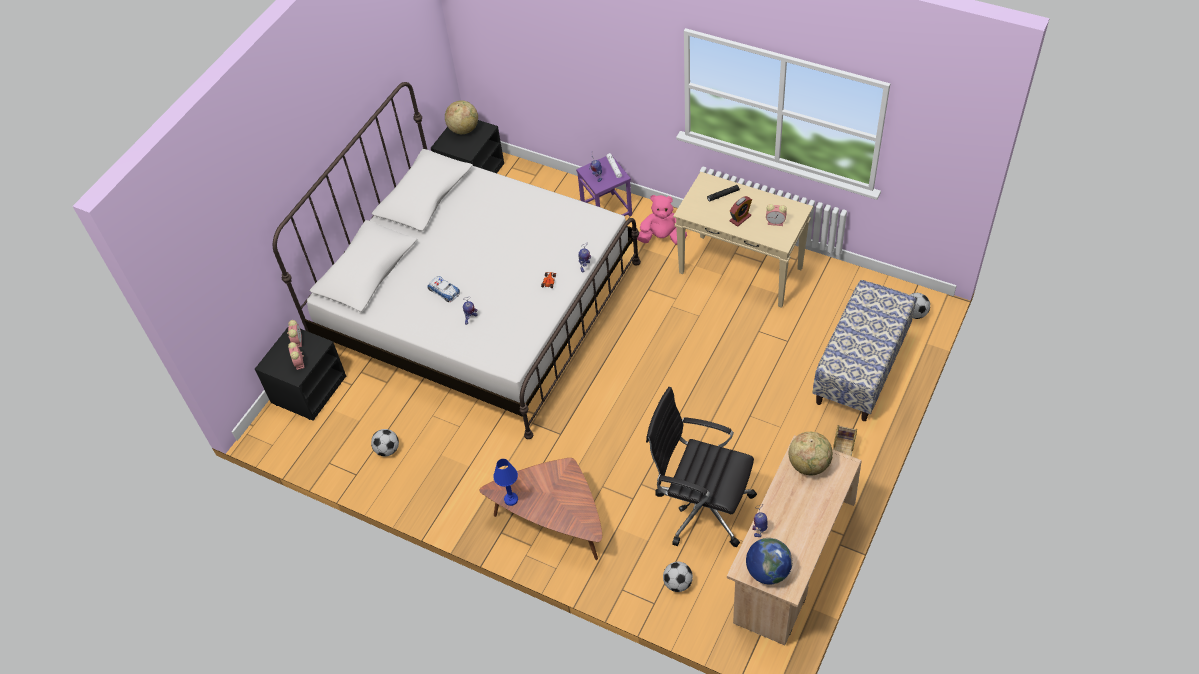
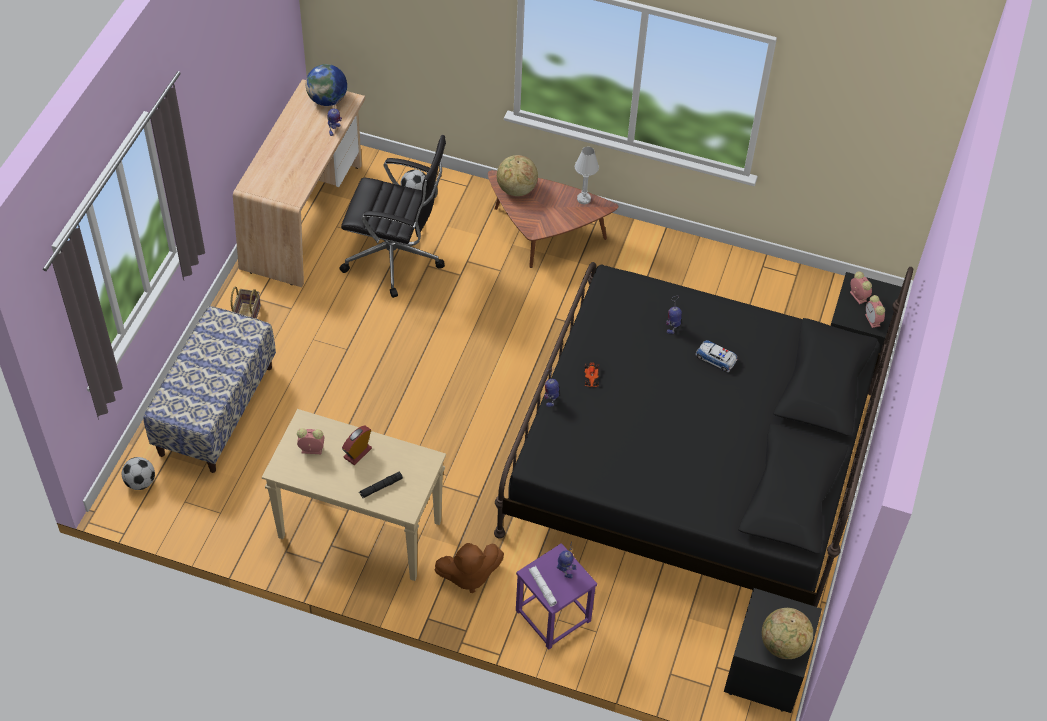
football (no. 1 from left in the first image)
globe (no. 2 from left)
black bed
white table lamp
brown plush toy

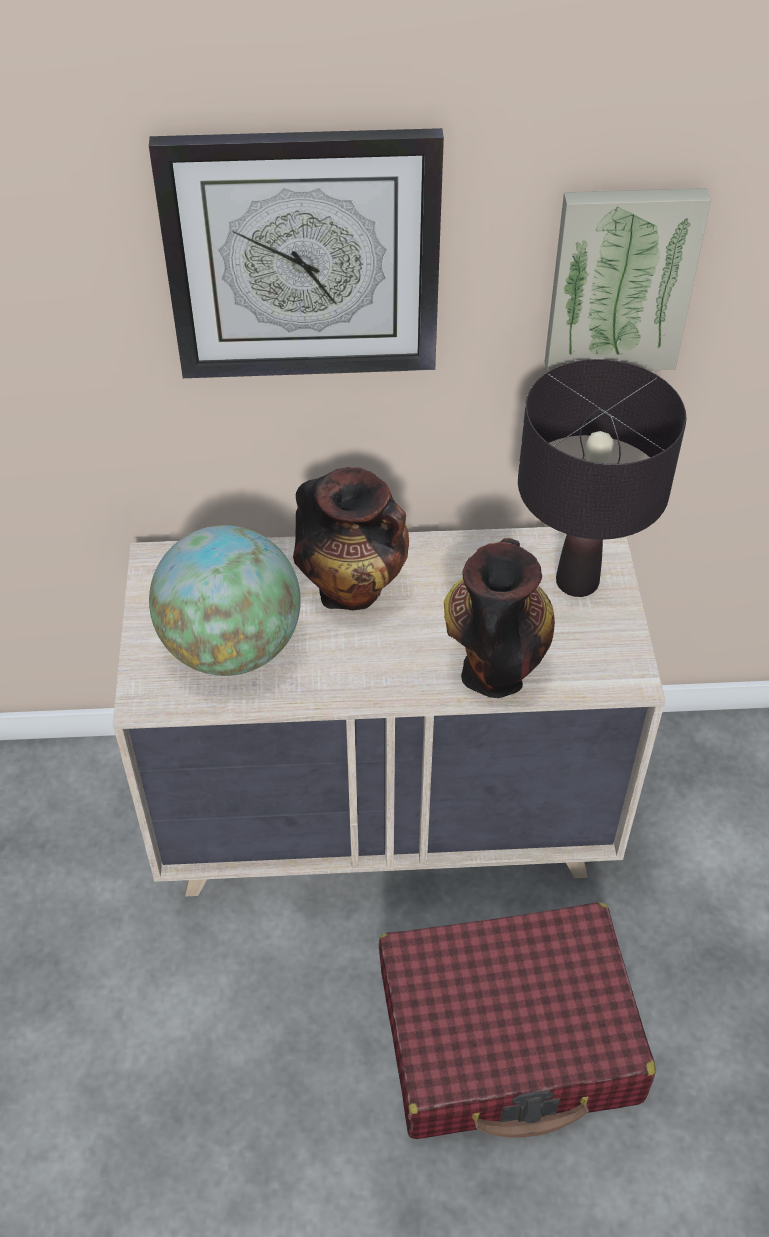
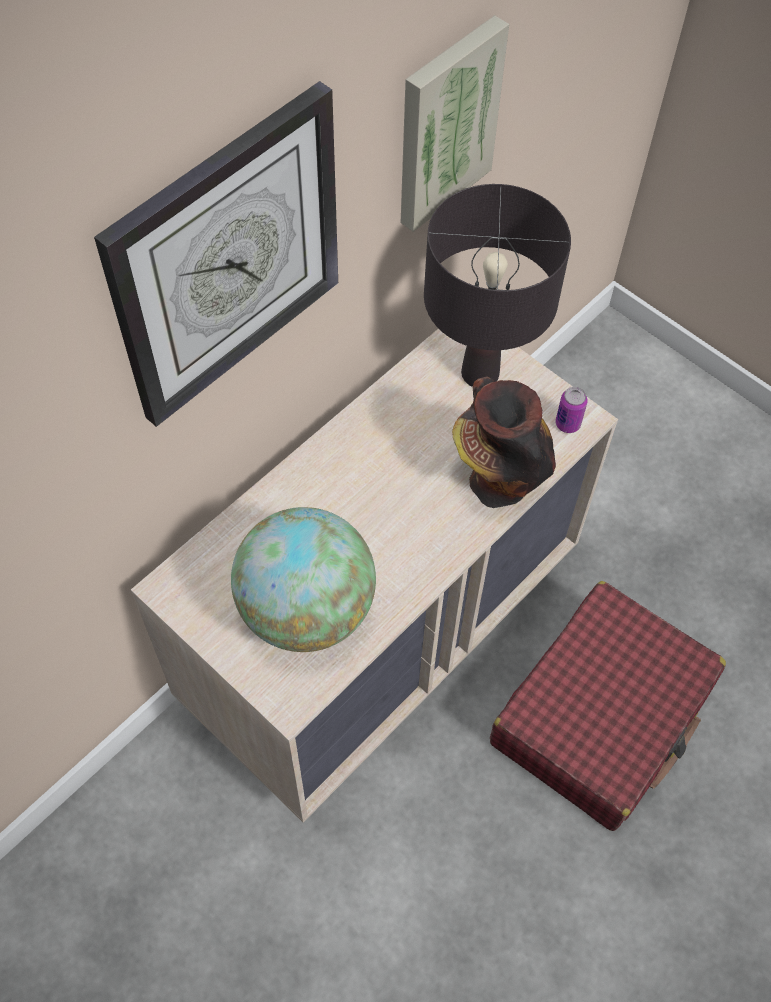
vase (no. 1 from left in the first image)
can

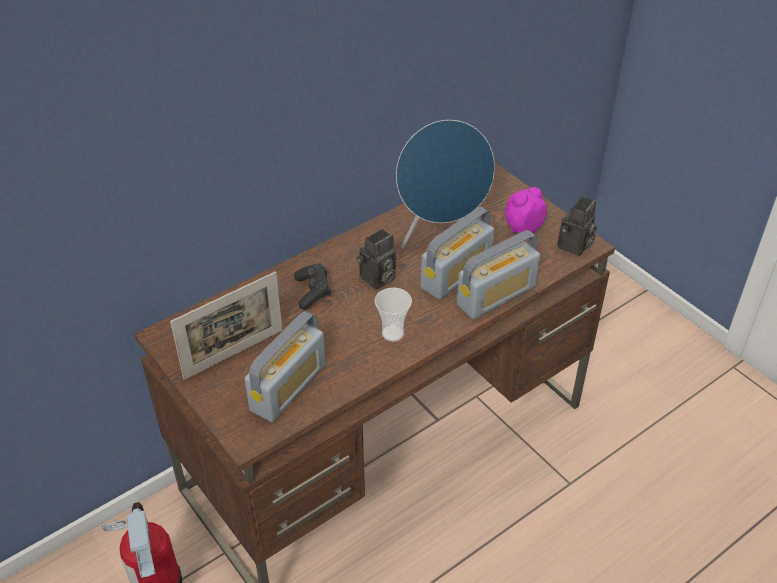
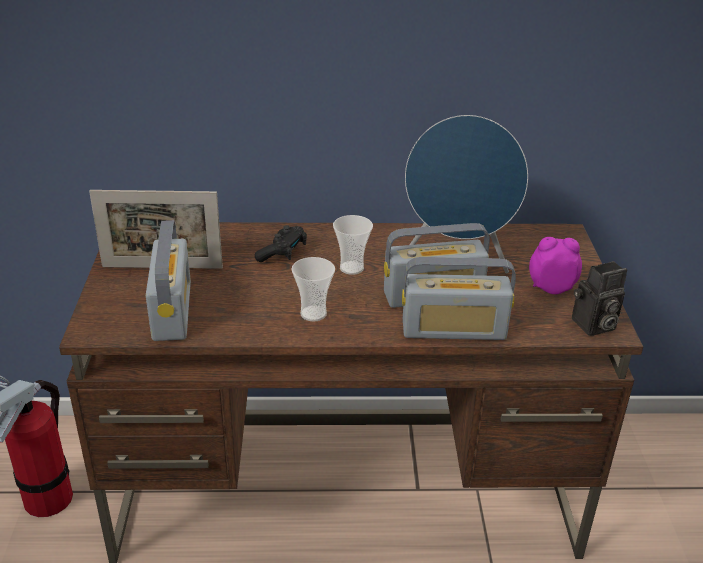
cup (no. 2 from left)
radio (no. 1 from left)

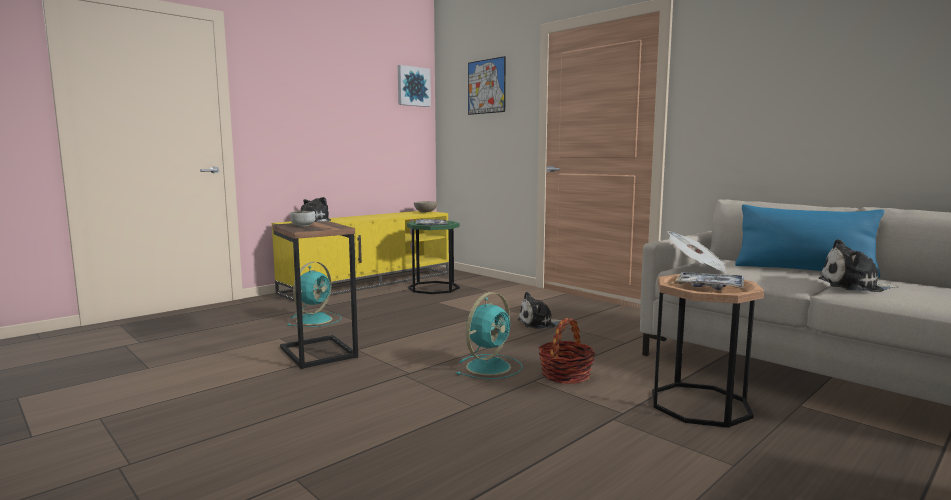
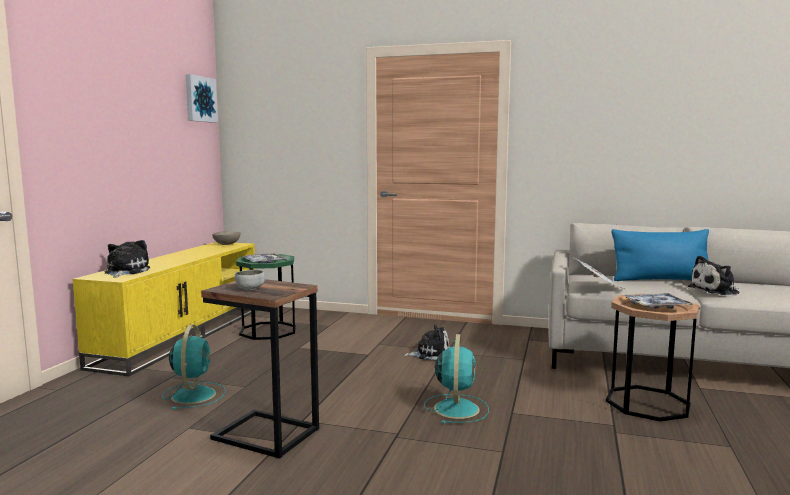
picture (no. 2 from left in the first image)
basket
plush toy (no. 2 from left)

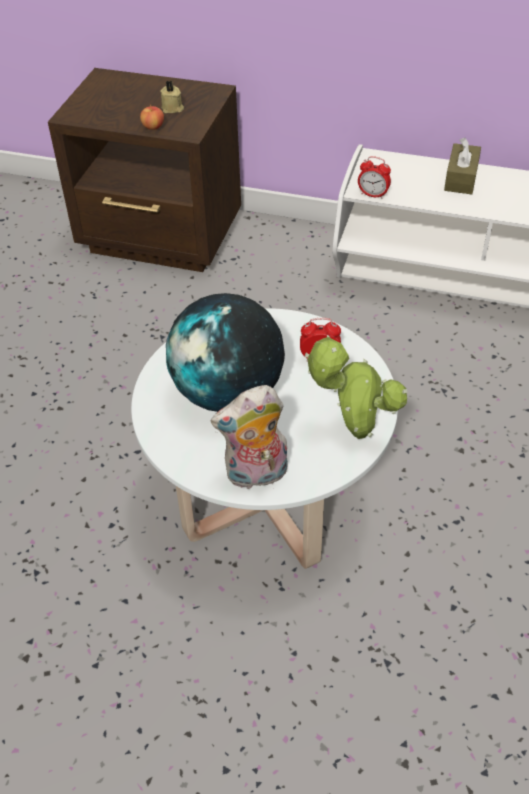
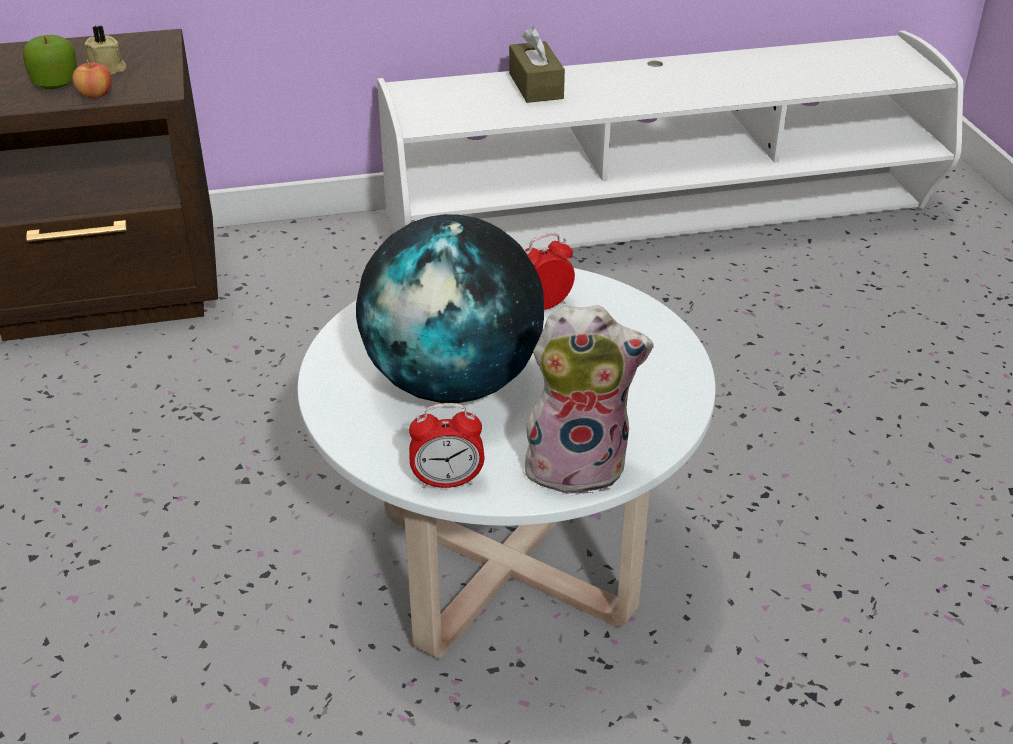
potted plant
apple (no. 1 from left)
alarm clock (no. 1 from left)
plush toy

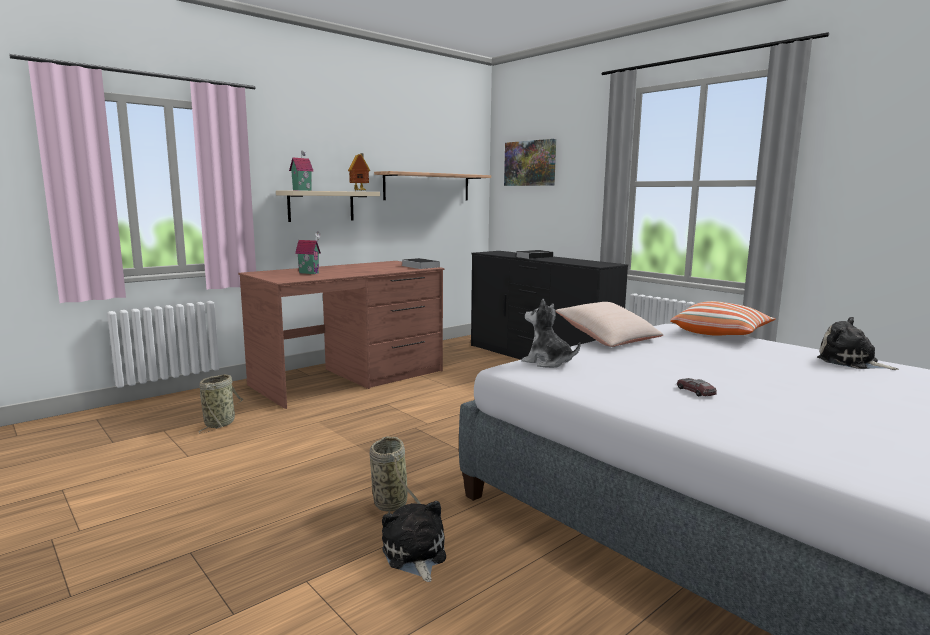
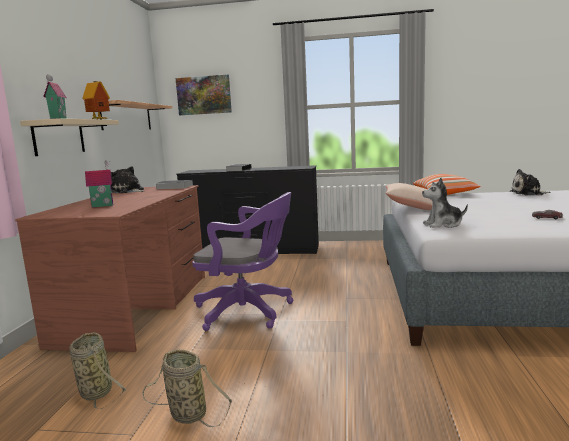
purple office chair
basket (no. 2 from left)
plush toy (no. 1 from left)

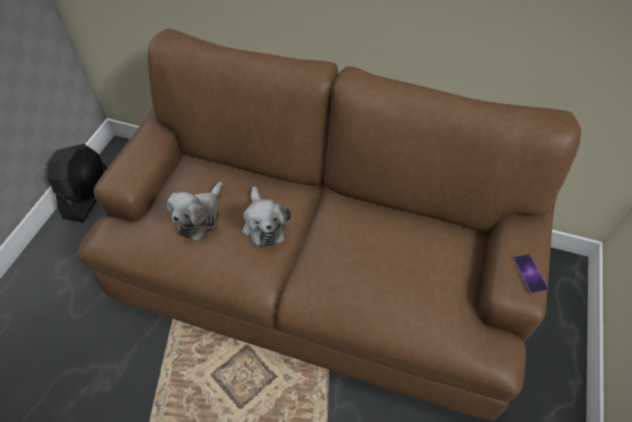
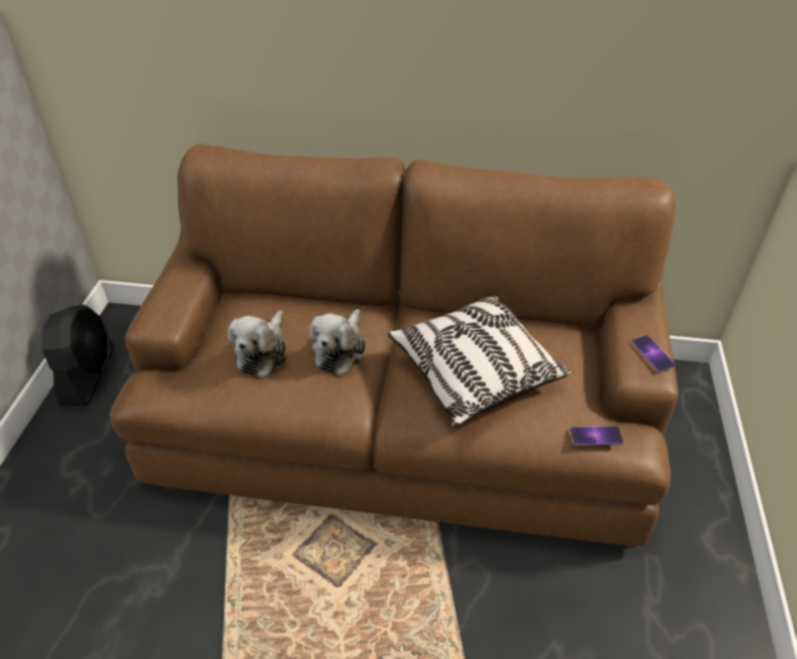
pillow
phone (no. 1 from left)
plush toy (no. 2 from left)

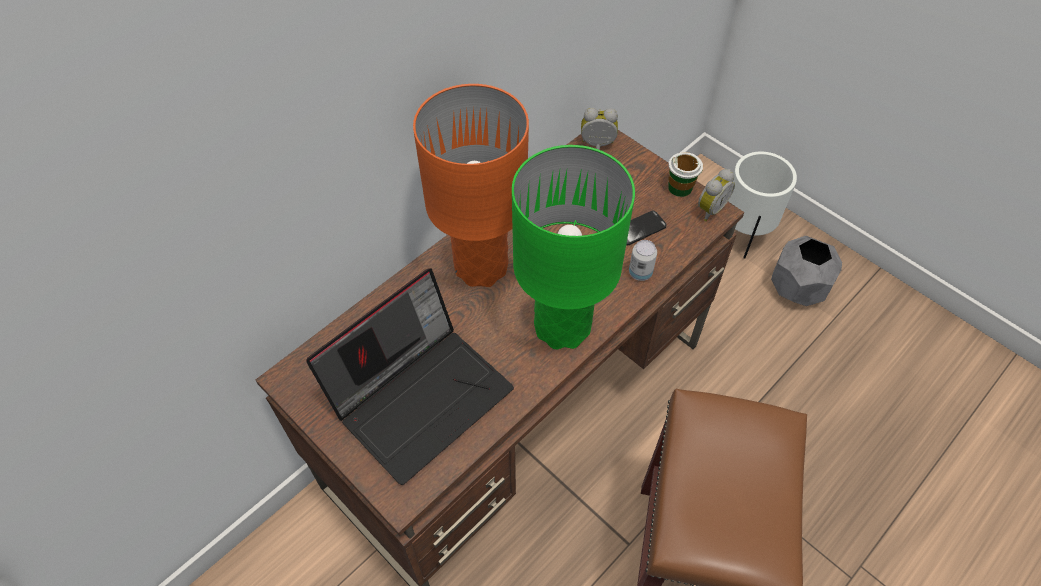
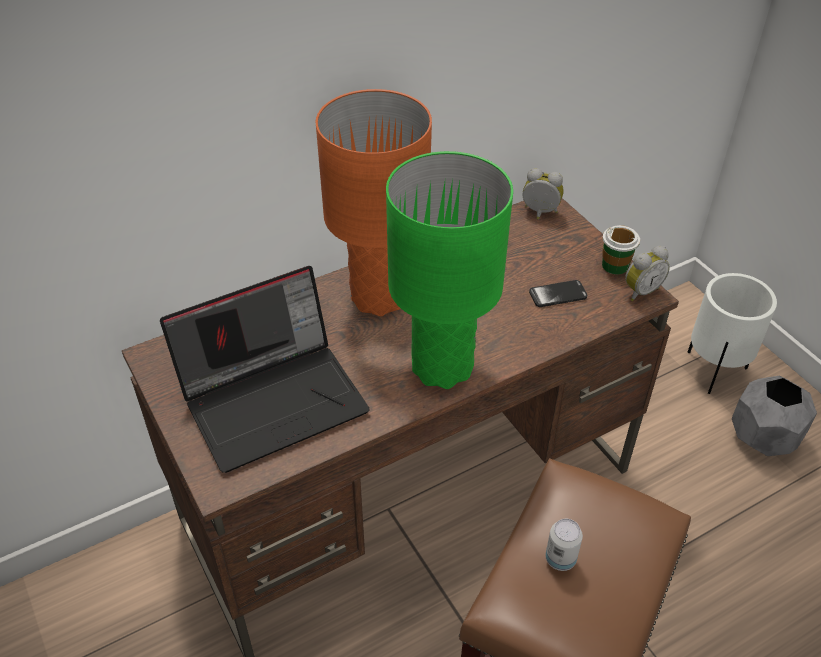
can

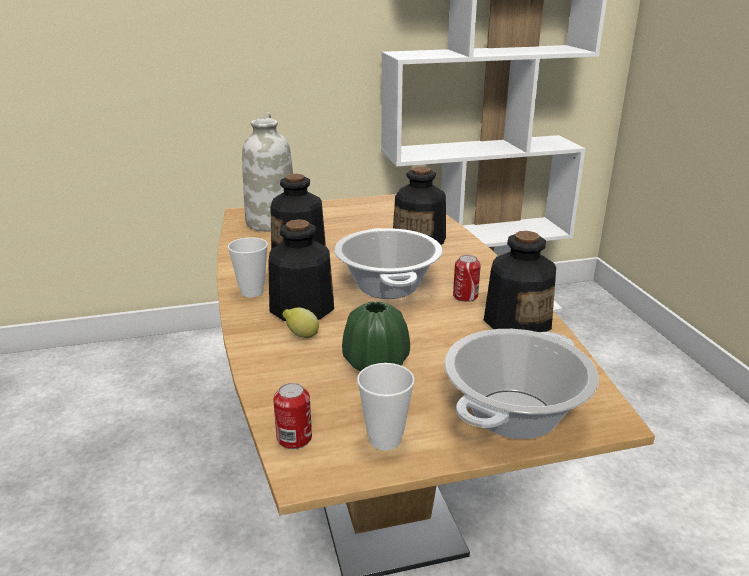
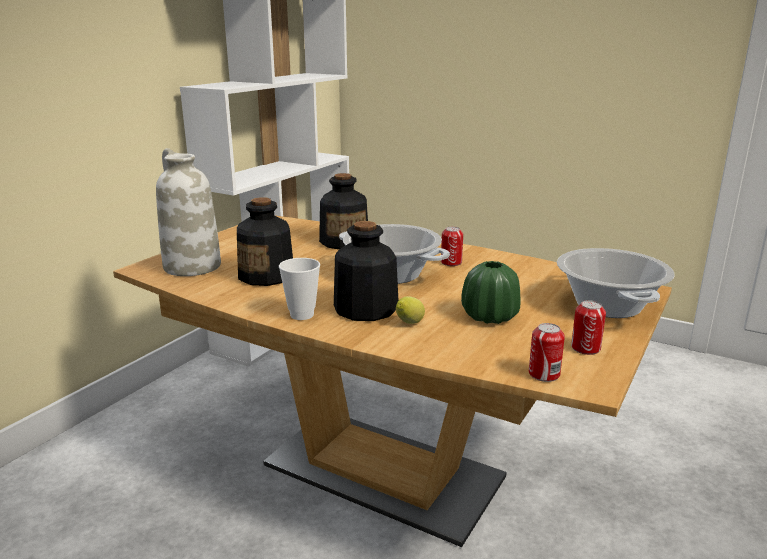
bottle (no. 4 from left in the first image)
can (no. 3 from left)

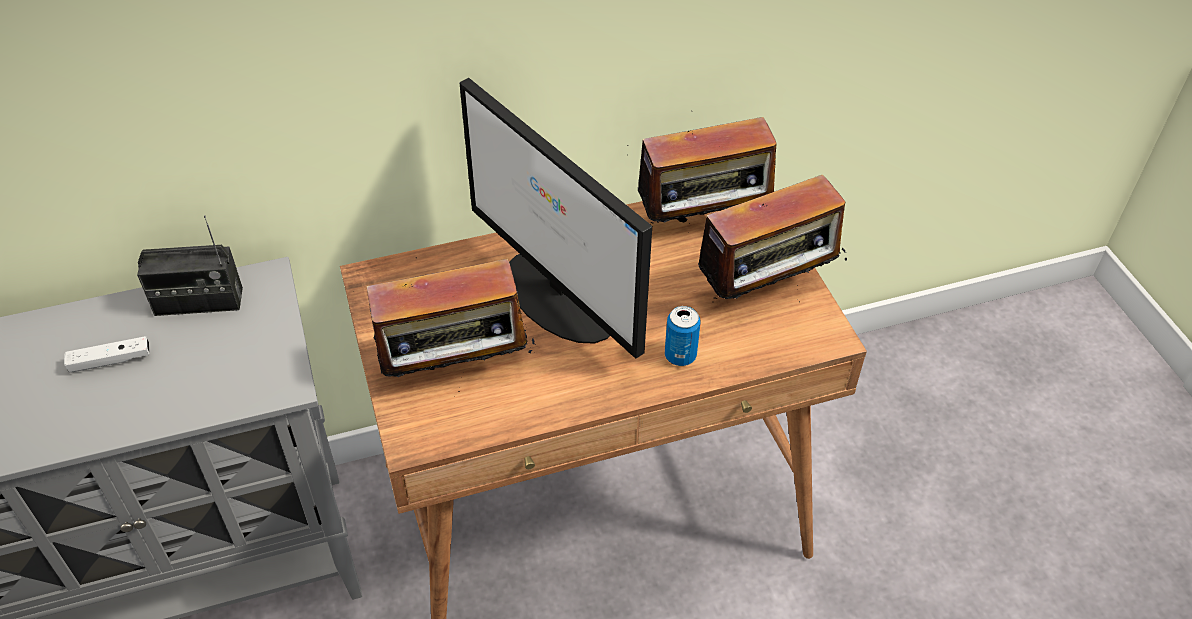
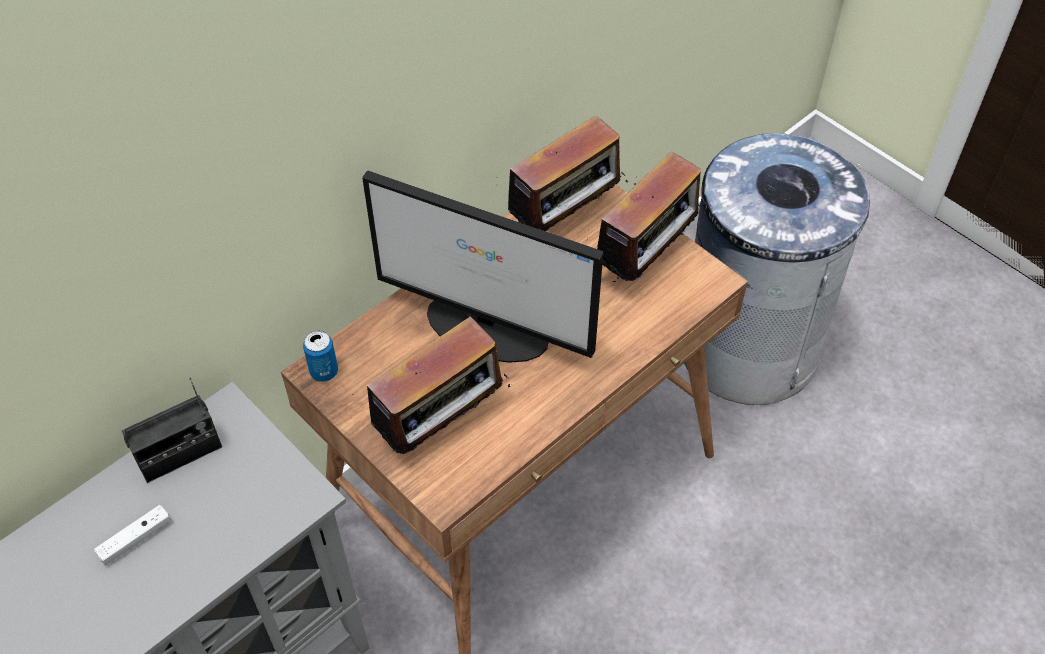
grey trash can
can

